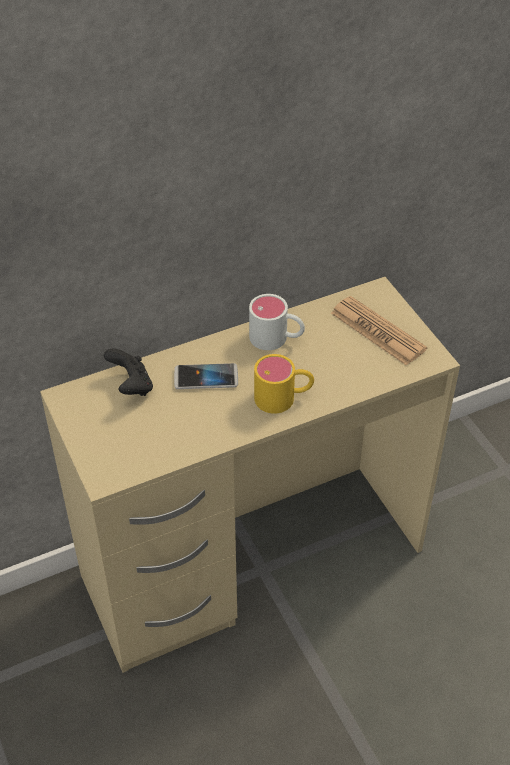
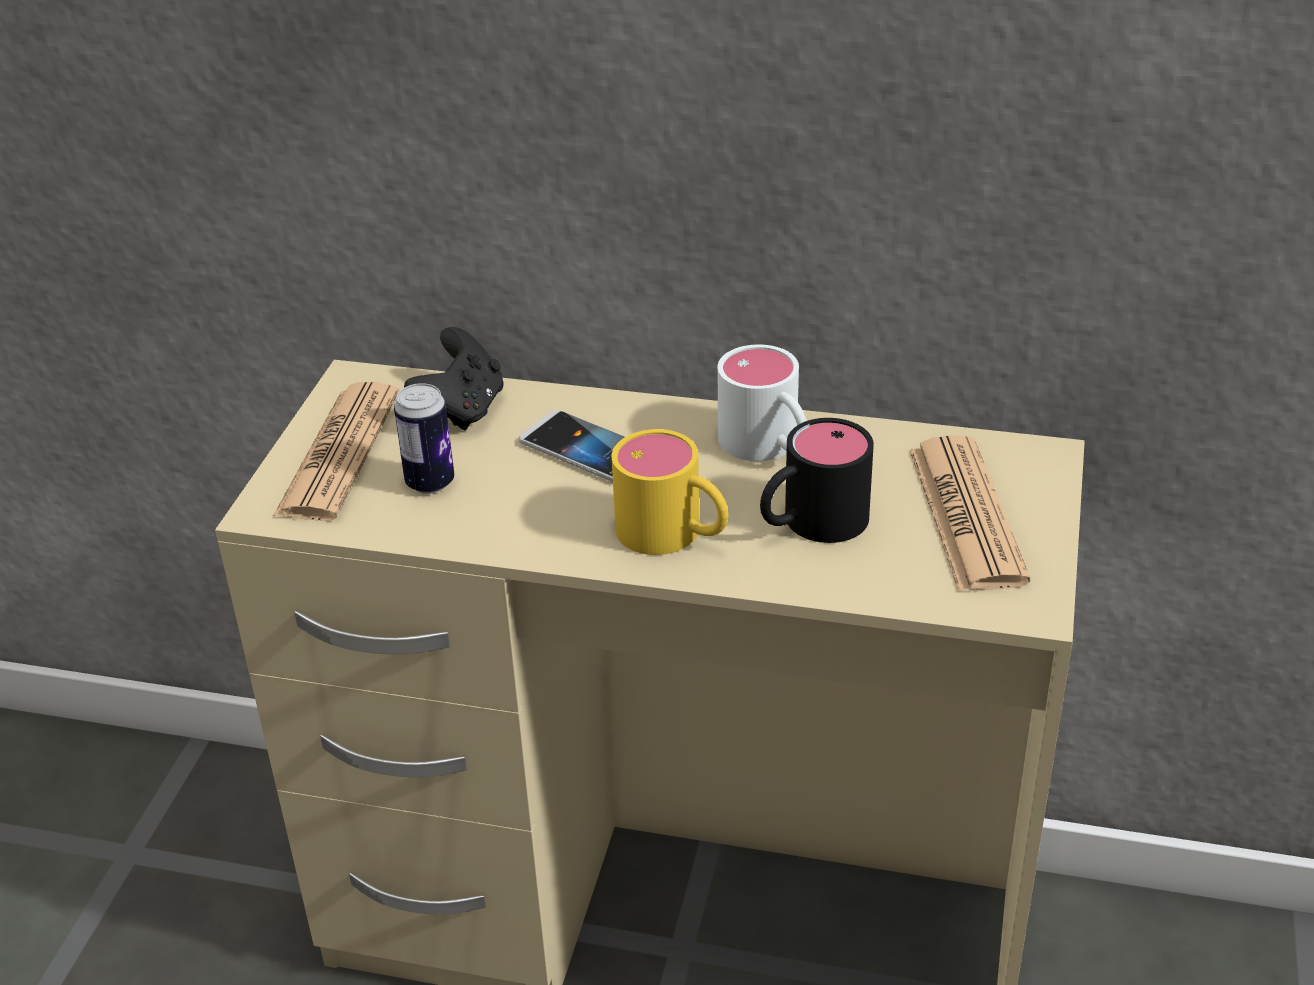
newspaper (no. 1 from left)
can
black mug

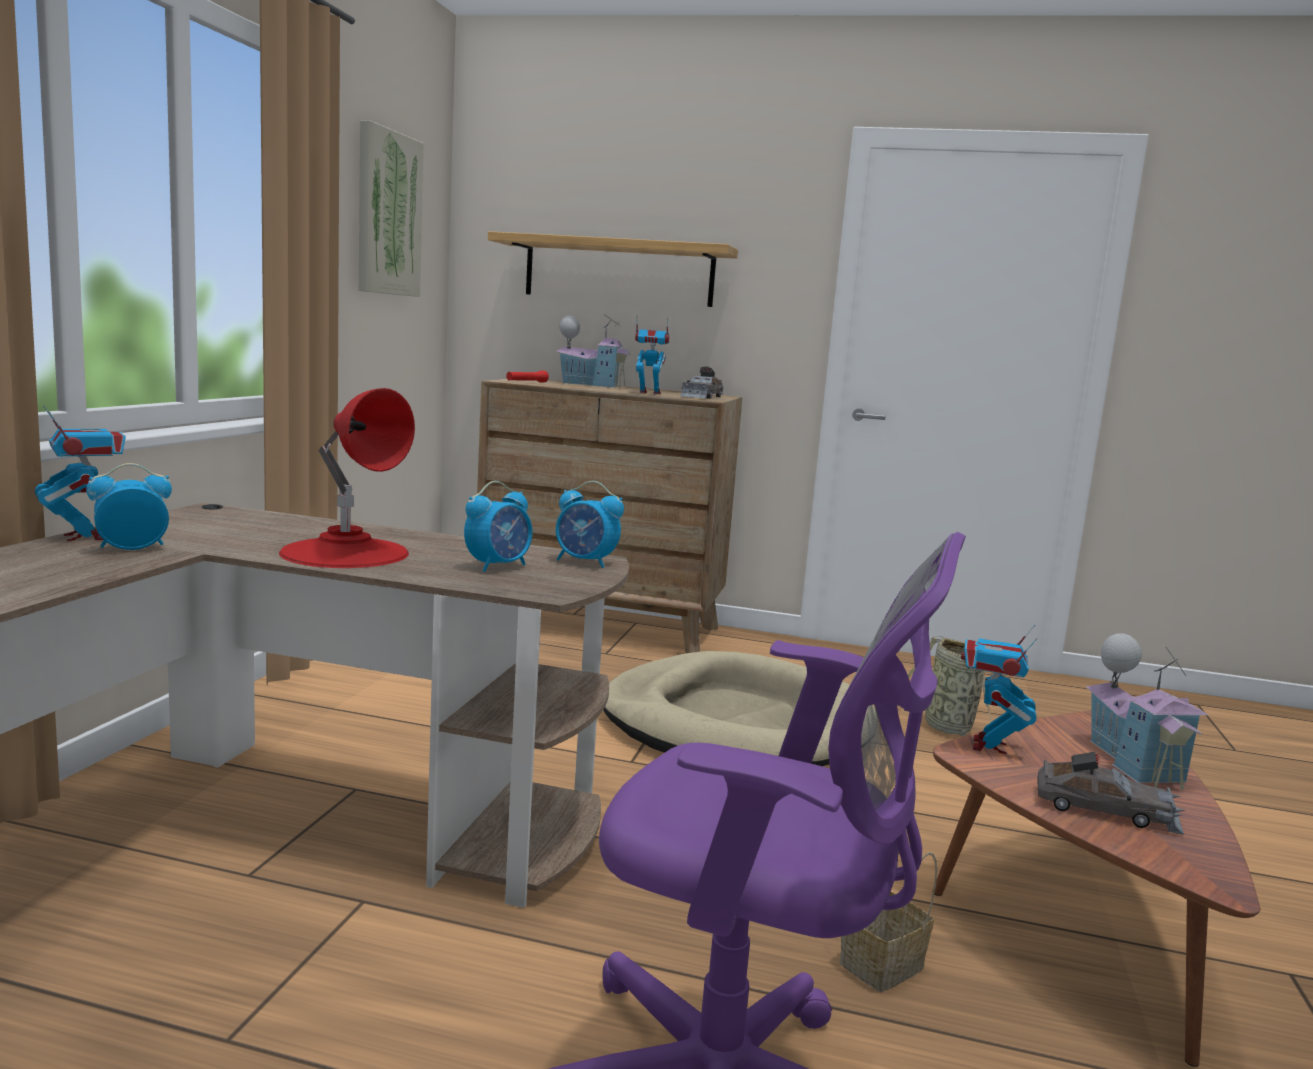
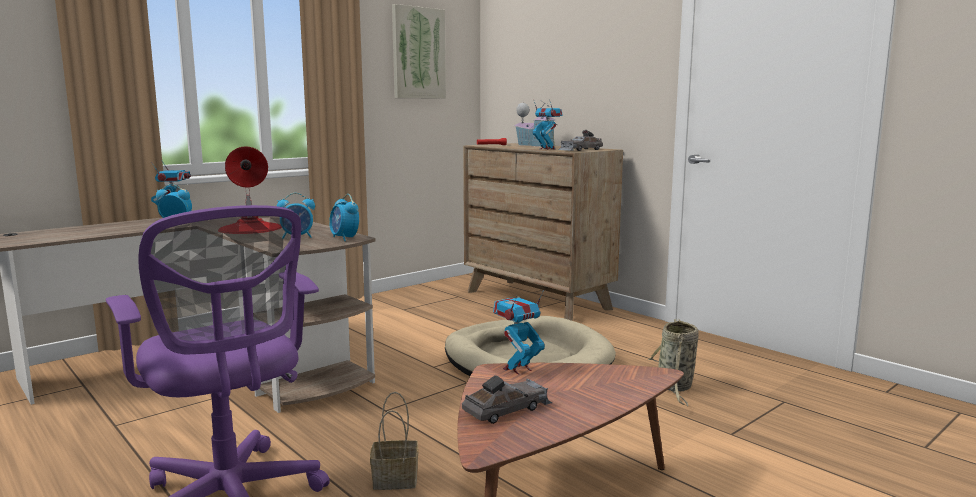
shelf
toy house (no. 2 from left in the first image)
grey toy car (no. 1 from left)

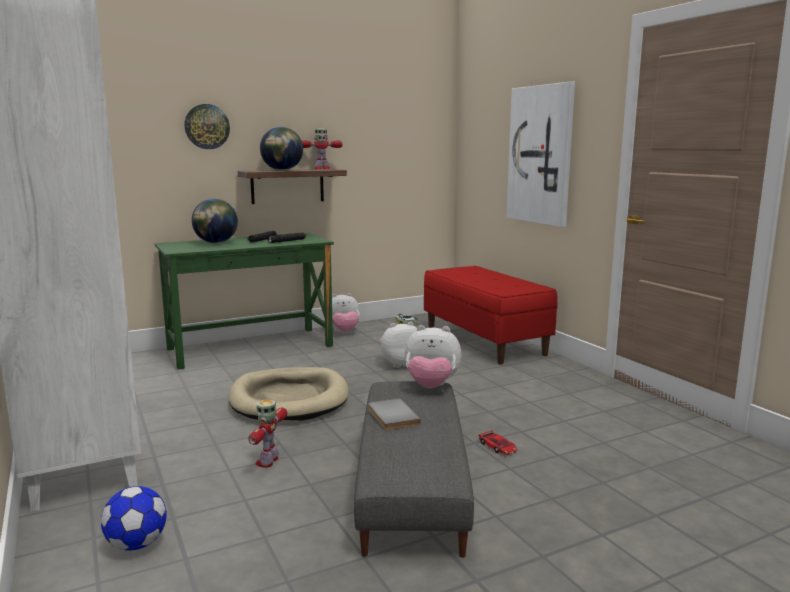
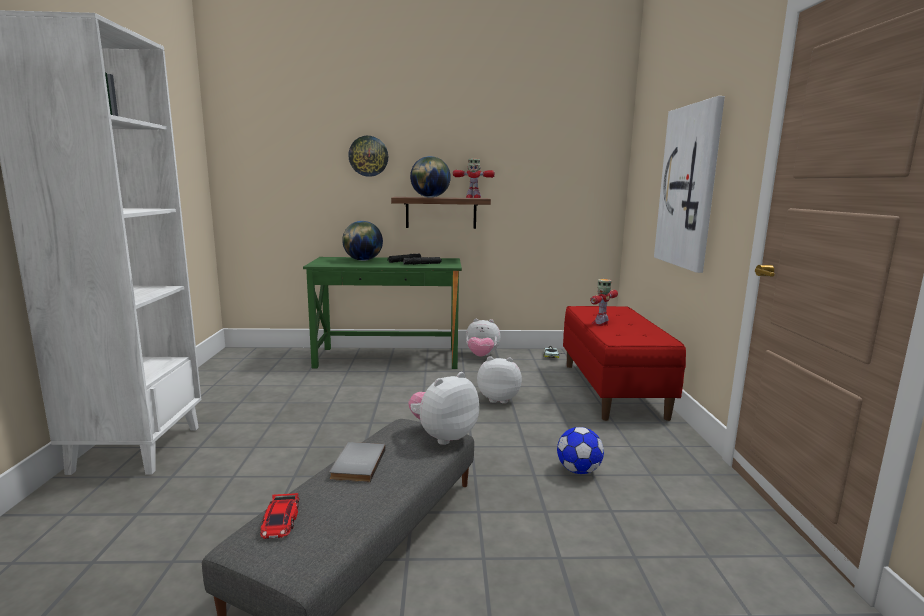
beige dog bed
football
toy robot (no. 2 from left)
toy car (no. 1 from left)
plush toy (no. 1 from left)

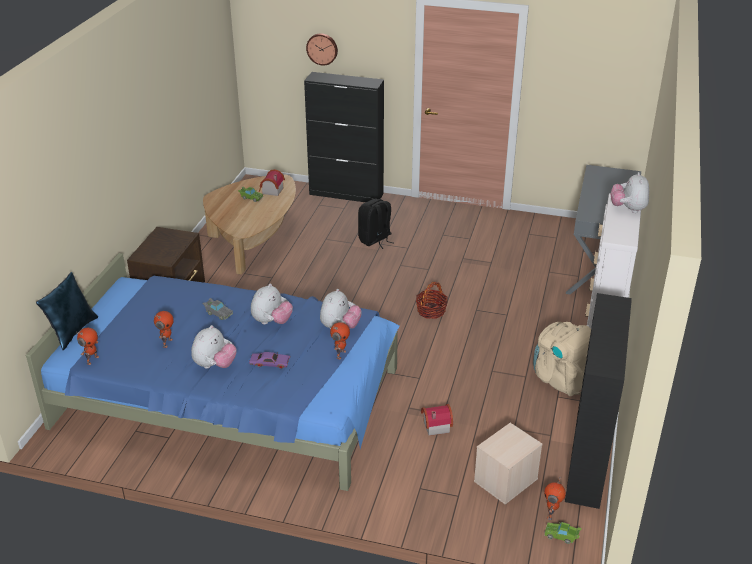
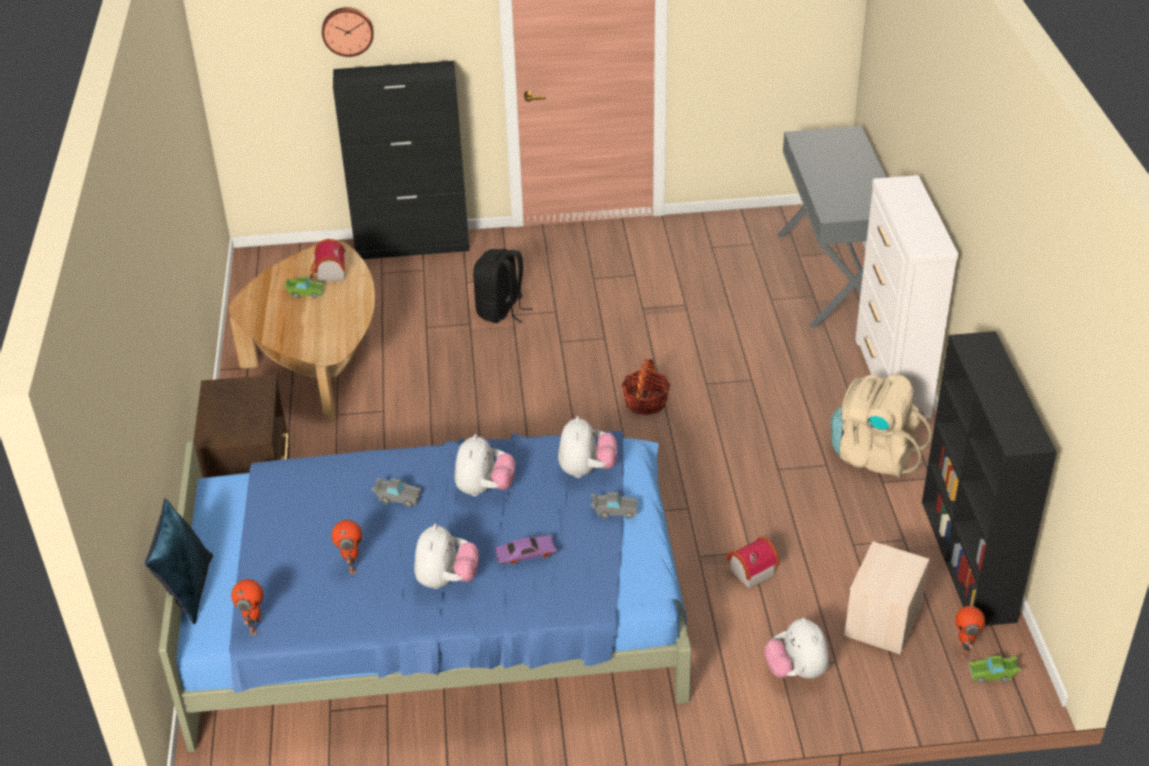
plush toy (no. 4 from left)
grey toy car (no. 2 from left)

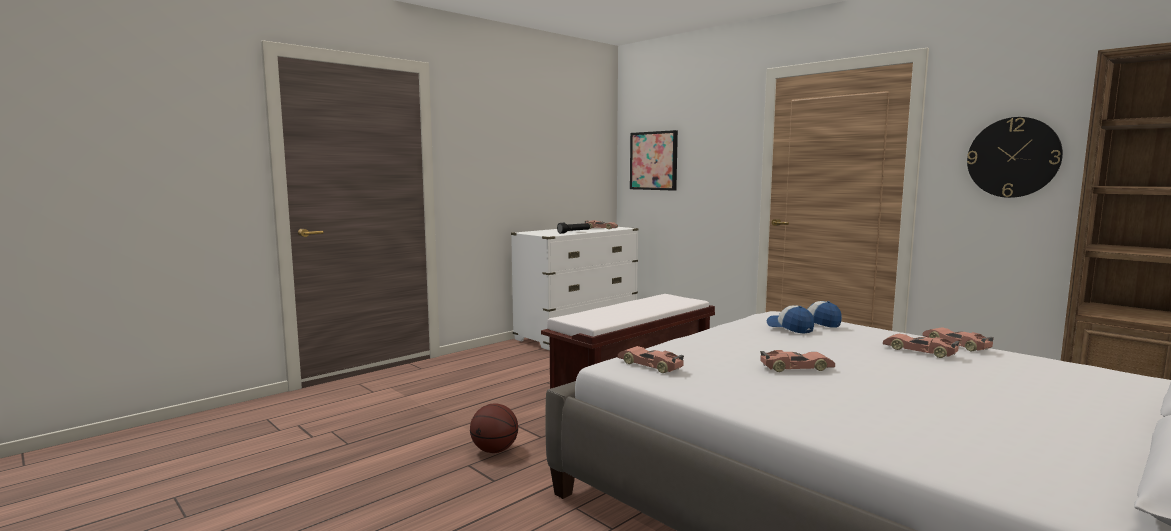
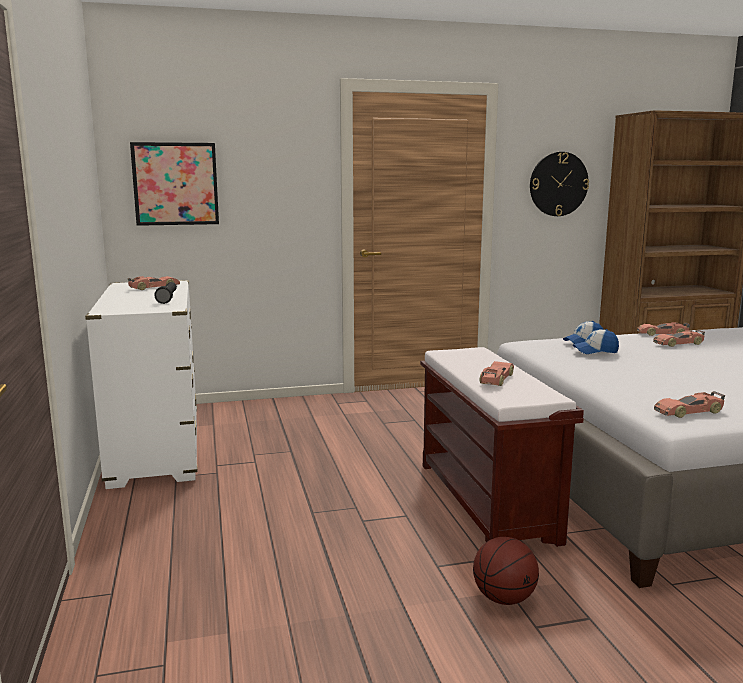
toy car (no. 2 from left)

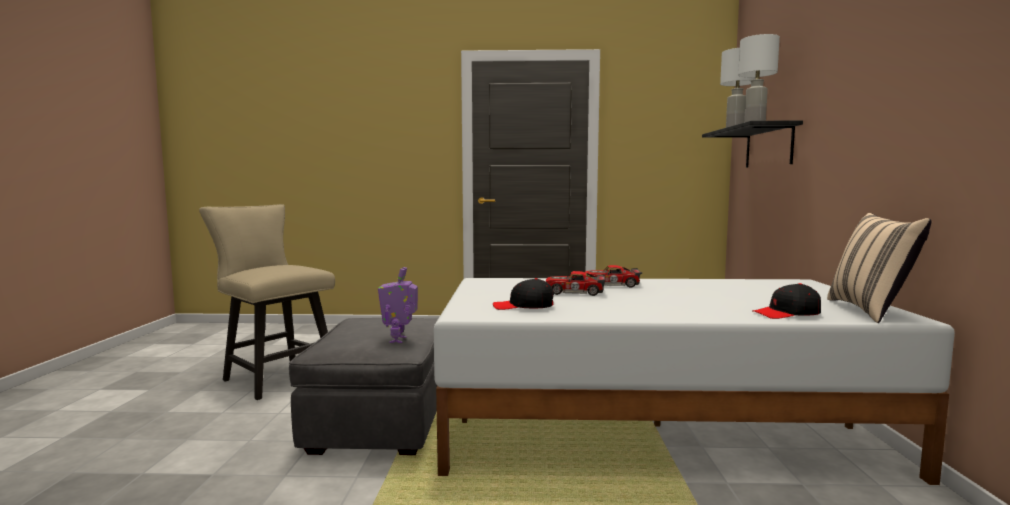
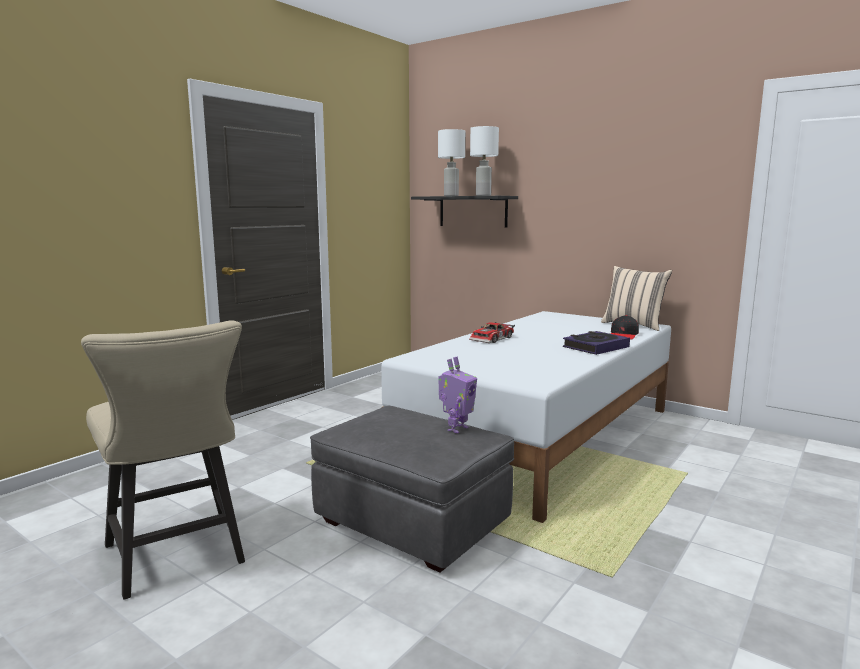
black cap (no. 1 from left in the first image)
toy car (no. 1 from left in the first image)
book
beige chair
toy robot

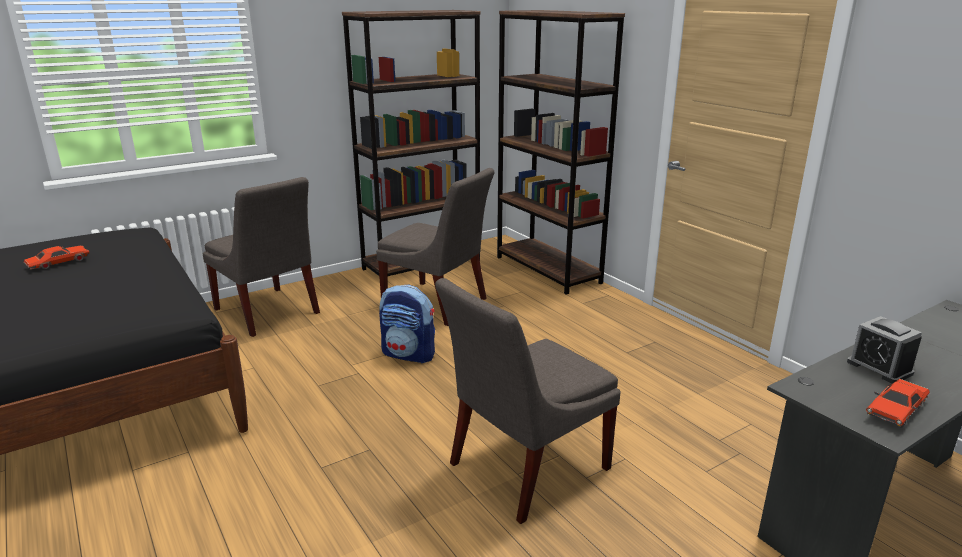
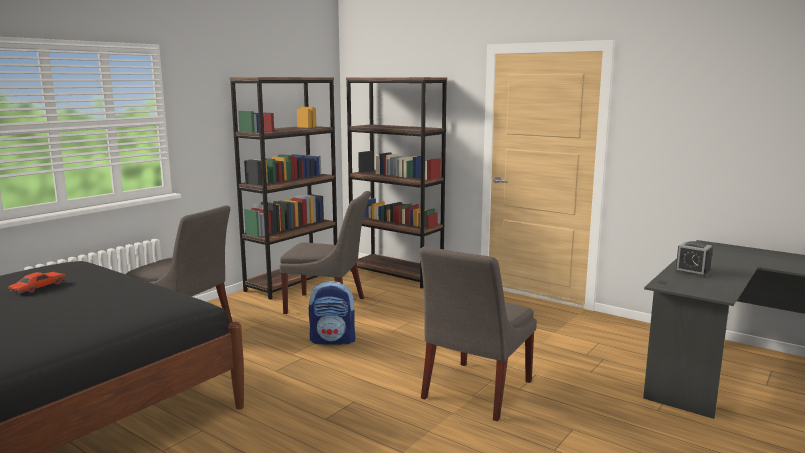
red toy car (no. 2 from left in the first image)

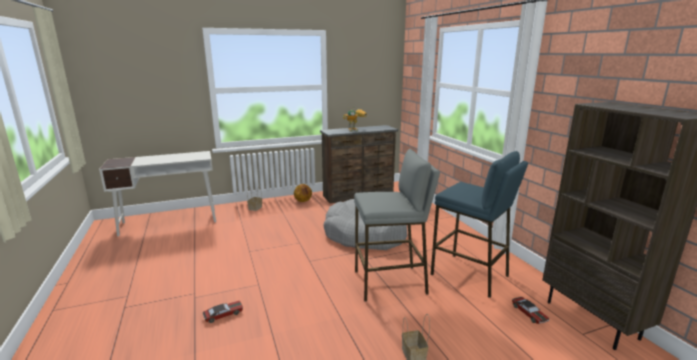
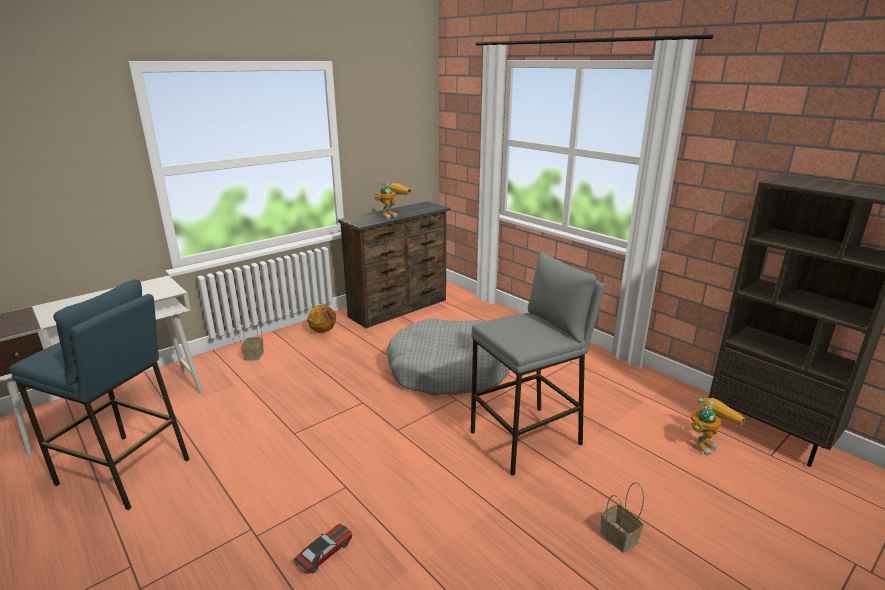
blue stool
toy robot (no. 2 from left)

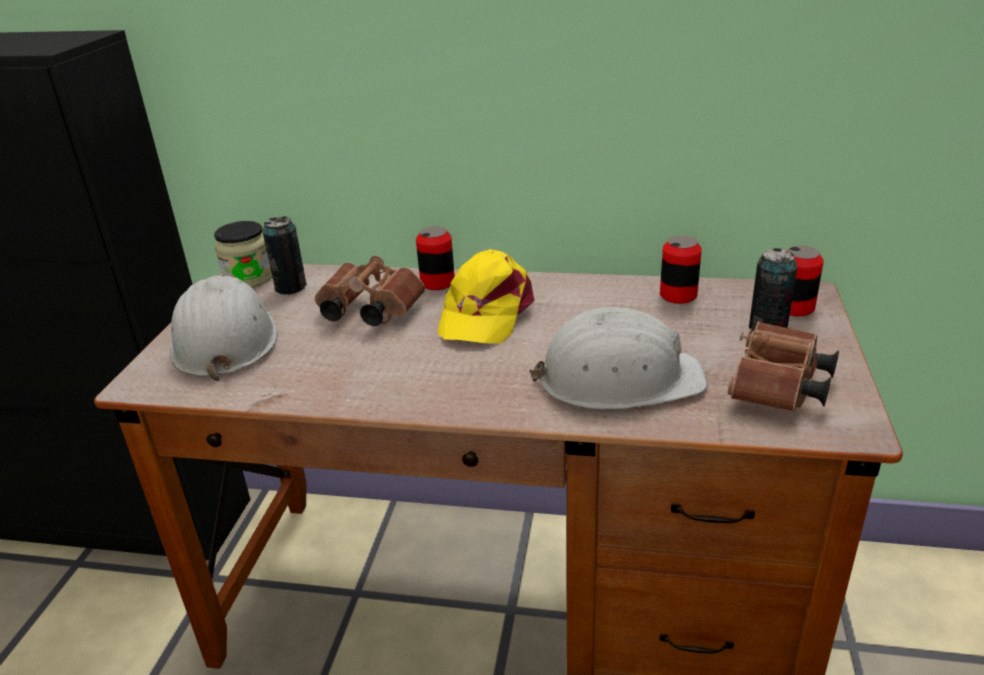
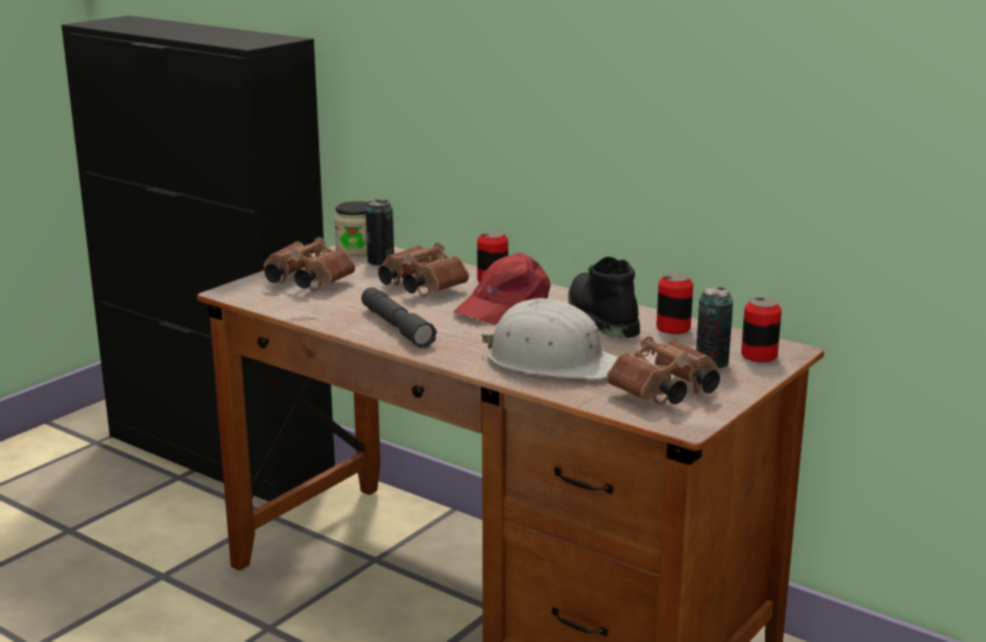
grey flashlight
black boot
brown binoculars (no. 1 from left)
red cap

